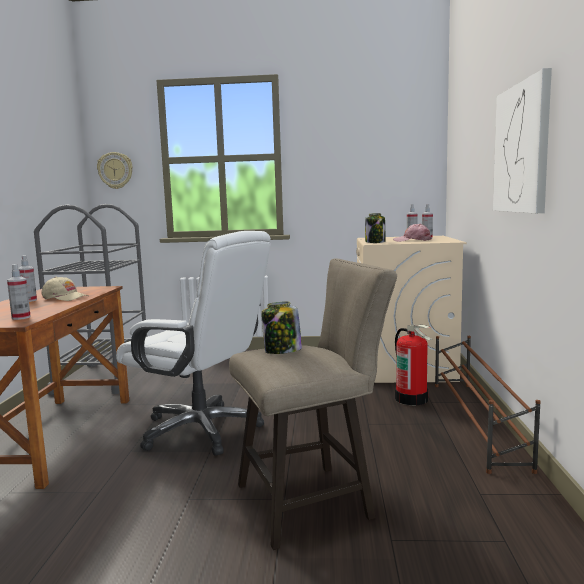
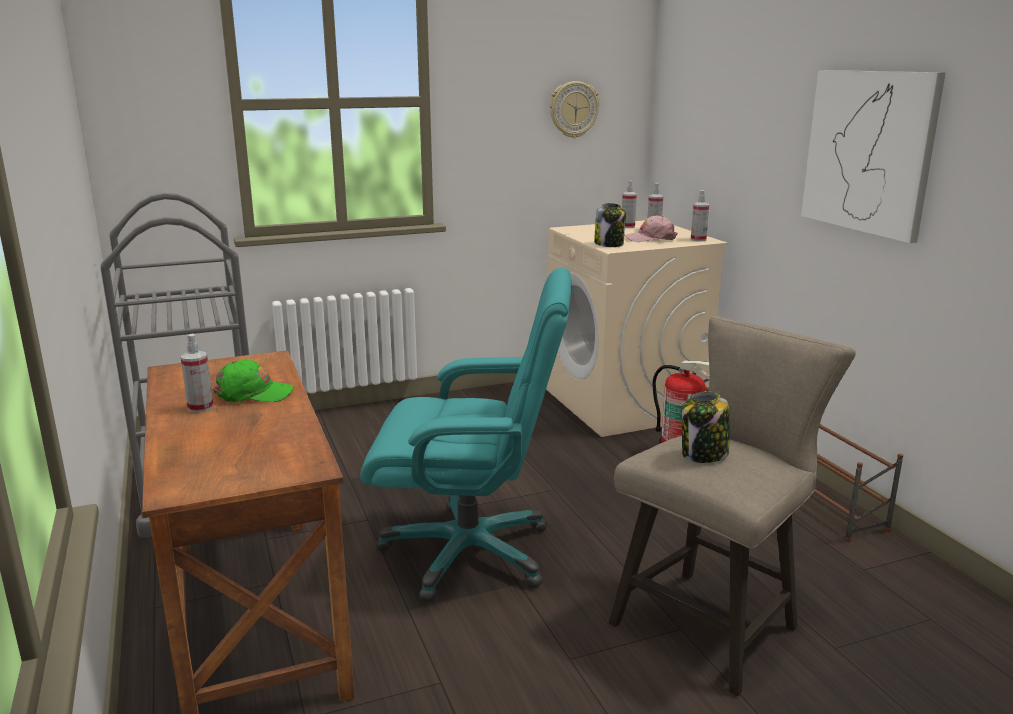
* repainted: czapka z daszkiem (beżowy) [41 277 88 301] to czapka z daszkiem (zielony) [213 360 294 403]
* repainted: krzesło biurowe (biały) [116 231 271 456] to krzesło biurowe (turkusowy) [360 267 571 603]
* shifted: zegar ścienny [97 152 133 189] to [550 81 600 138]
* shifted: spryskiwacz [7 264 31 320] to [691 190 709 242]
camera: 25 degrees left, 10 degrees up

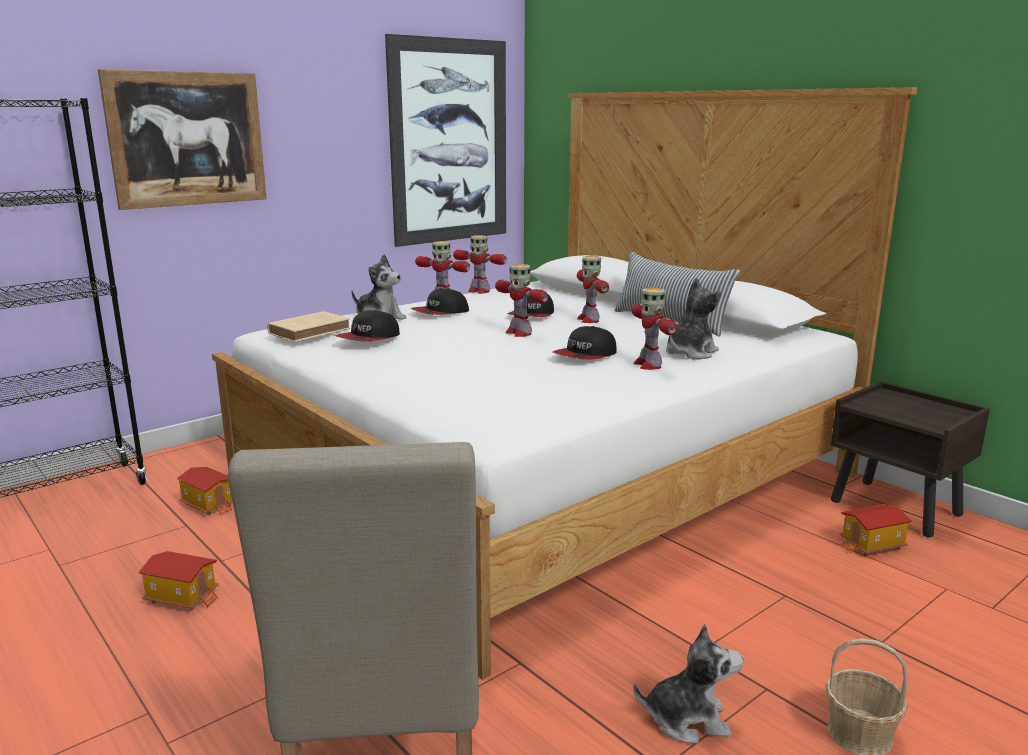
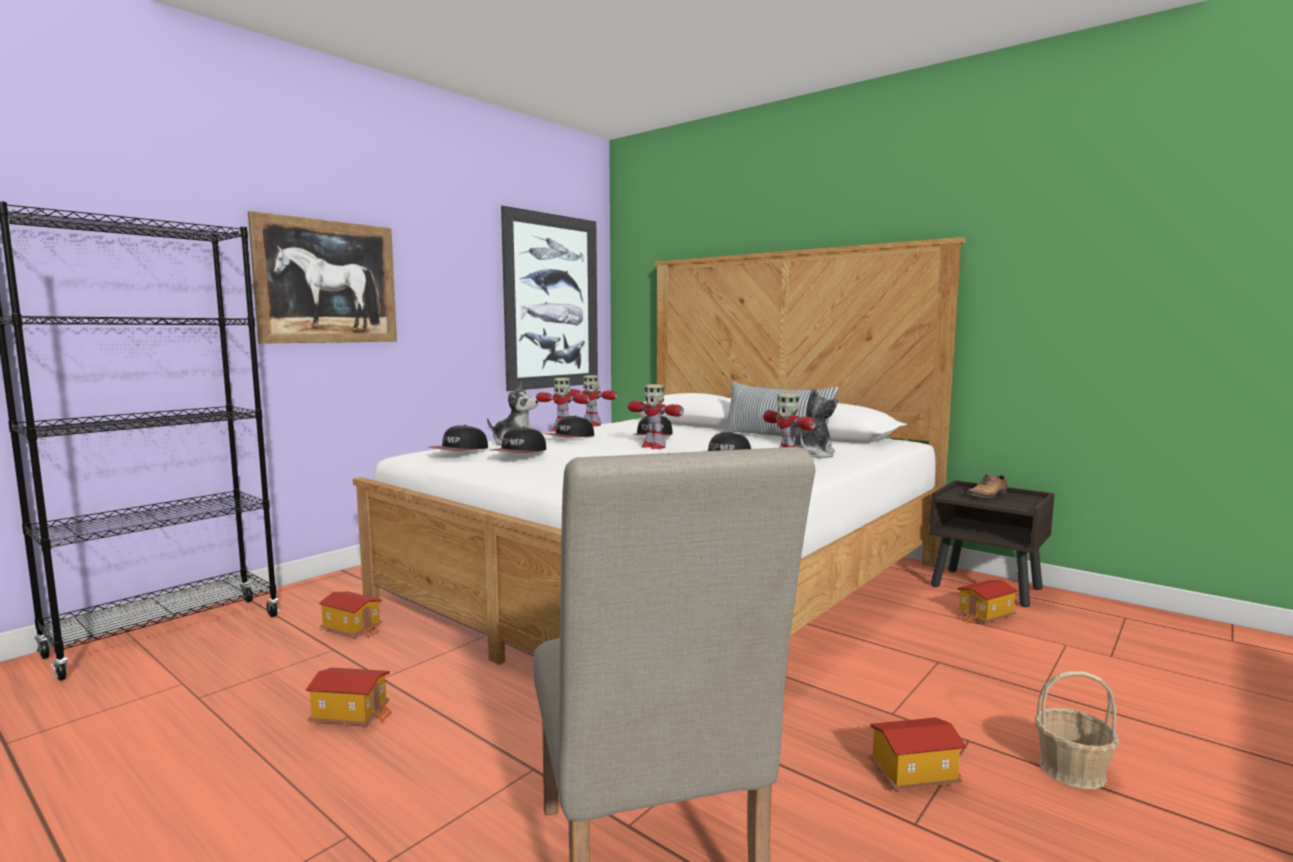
* swapped: książka (beżowy) [267 311 351 342] to czapka z daszkiem [429 425 488 451]
* swapped: pluszak [633 624 743 744] to domek [869 717 967 793]
* new: but [966 474 1007 498]
* gone: robot zabawkowy [577 256 609 323]
camera: 10 degrees left, 10 degrees down

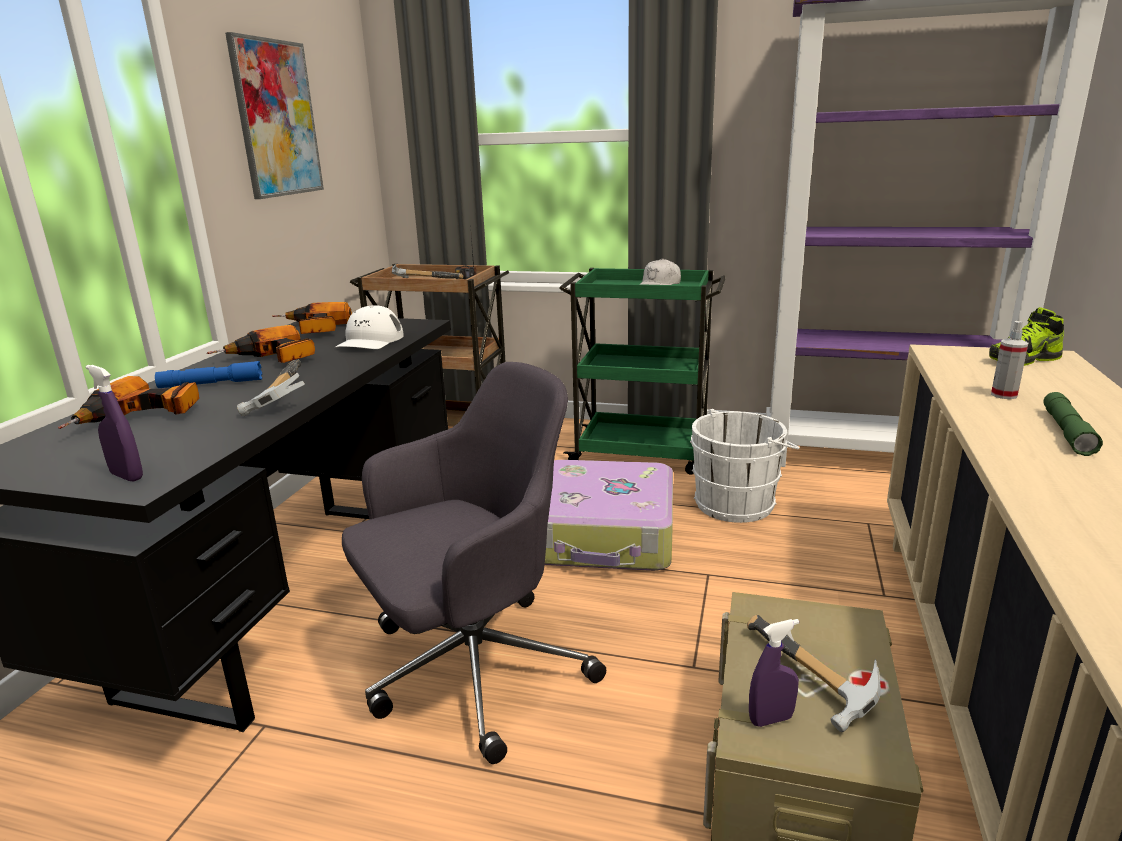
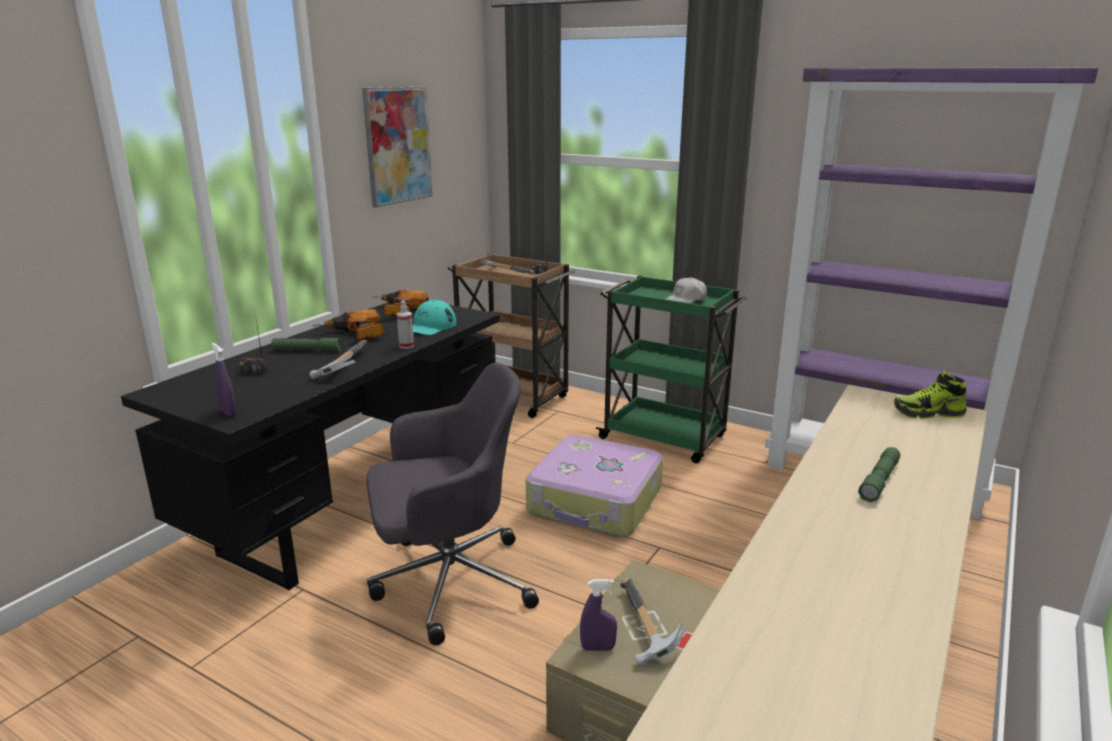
* swapped: wiertarka [58 376 199 429] to radio [238 314 267 374]
* repainted: latarka (niebieski) [155 361 262 388] to latarka (zielony) [271 338 342 351]
* shifted: spryskiwacz [991 321 1028 399] to [397 301 414 349]
* repainted: czapka z daszkiem (biały) [335 305 404 349] to czapka z daszkiem (turkusowy) [413 300 456 335]
* gone: wiadro (biały) [690 409 800 523]
camera: 15 degrees right, 0 degrees up

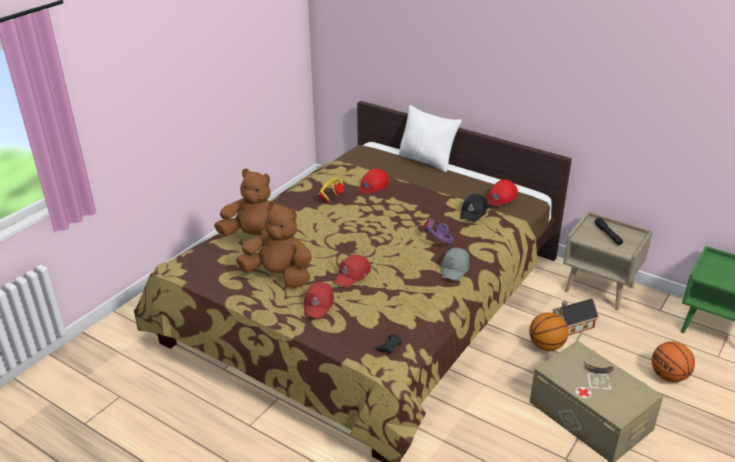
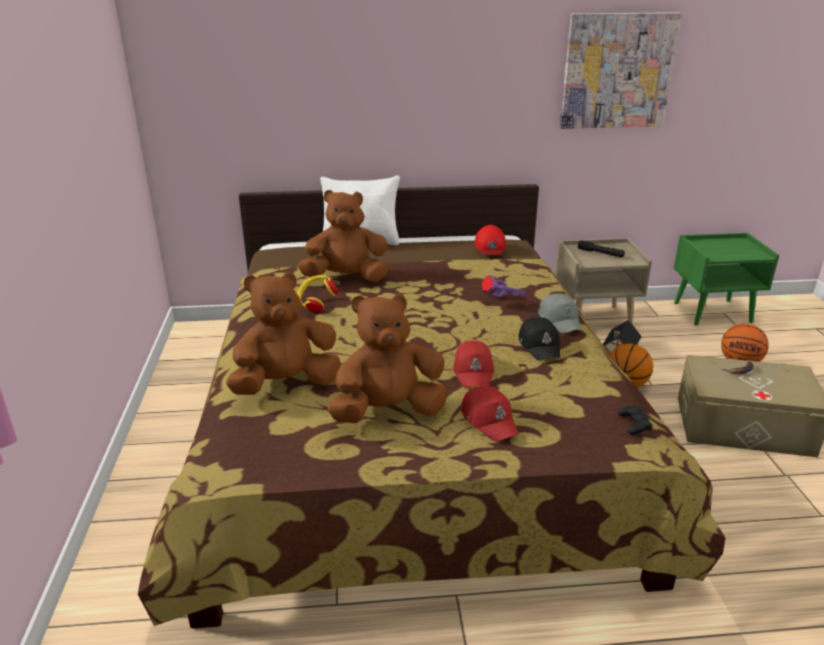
* swapped: czapka z daszkiem (czerwony) [357 168 389 194] to pluszak (brązowy) [298 190 389 282]
* shifted: czapka z daszkiem (czarny) [460 194 488 222] to [518 317 560 361]
* new: obraz [560 12 682 129]
camera: 40 degrees left, 5 degrees down

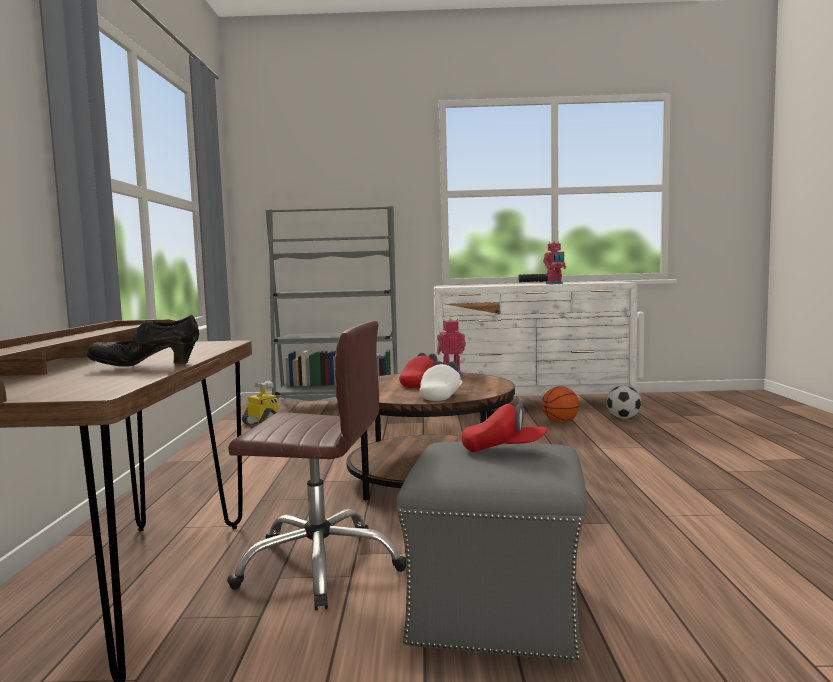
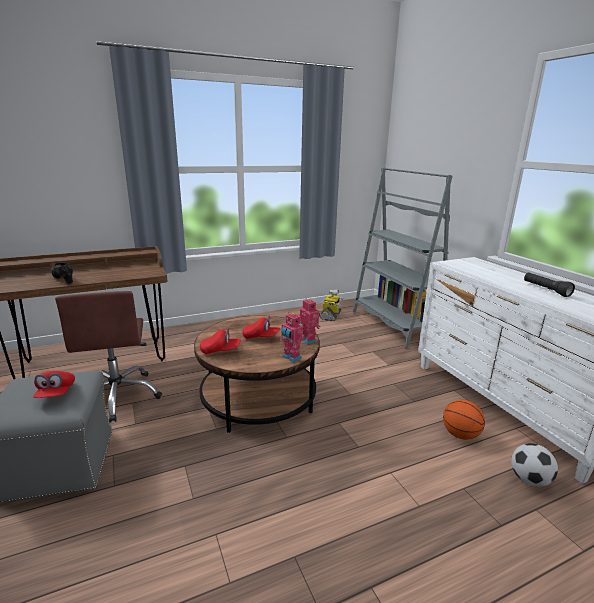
* repainted: czapka z daszkiem (biały) [419 361 462 401] to czapka z daszkiem (czerwony) [200 327 241 354]
* shifted: robot zabawkowy [543 241 566 284] to [279 312 304 362]
camera: 65 degrees right, 15 degrees up

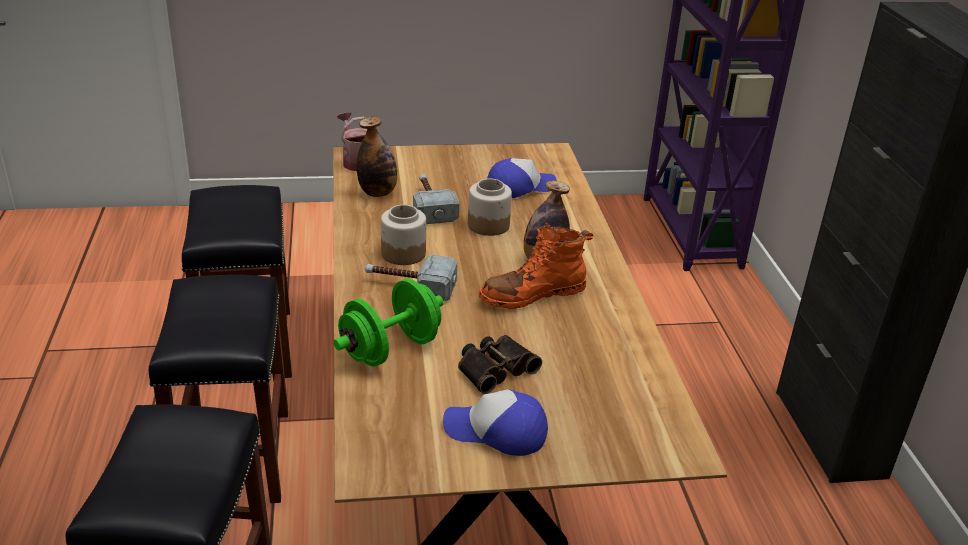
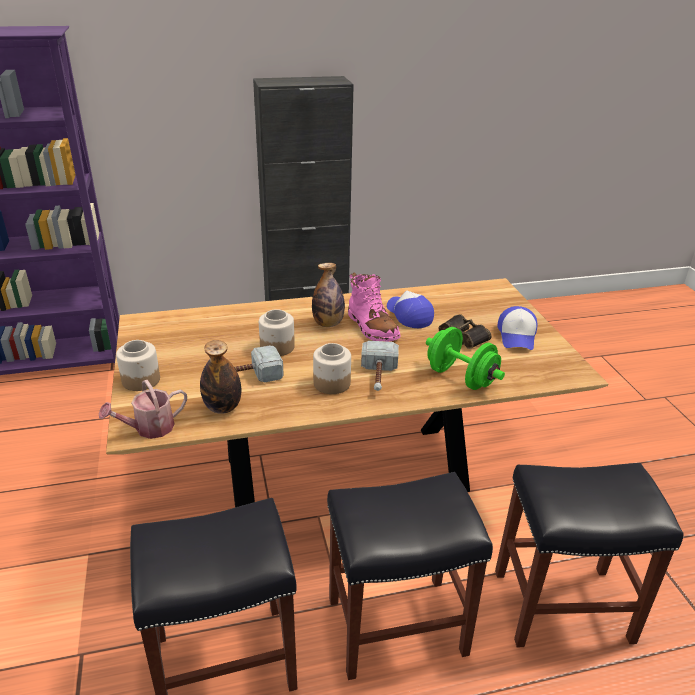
* new: słoik [116 340 160 391]
* repainted: but z cholewką (pomarańczowy) [479 222 593 309] to but z cholewką (różowy) [348 273 400 342]
* shifted: czapka z daszkiem [487 158 557 198] to [387 291 434 328]
camera: 95 degrees left, 0 degrees up

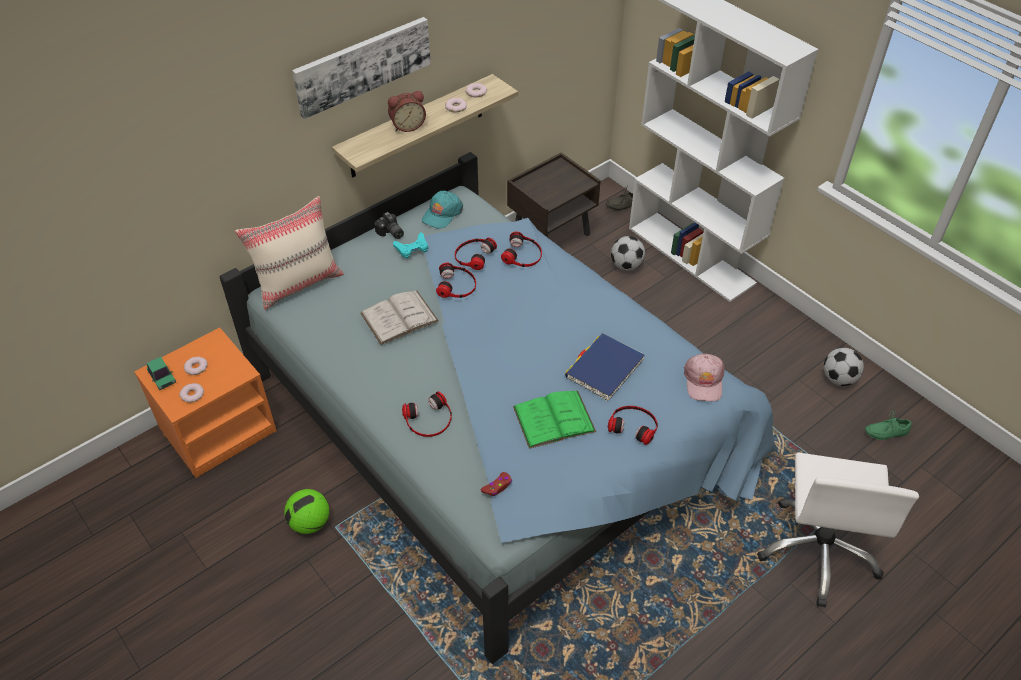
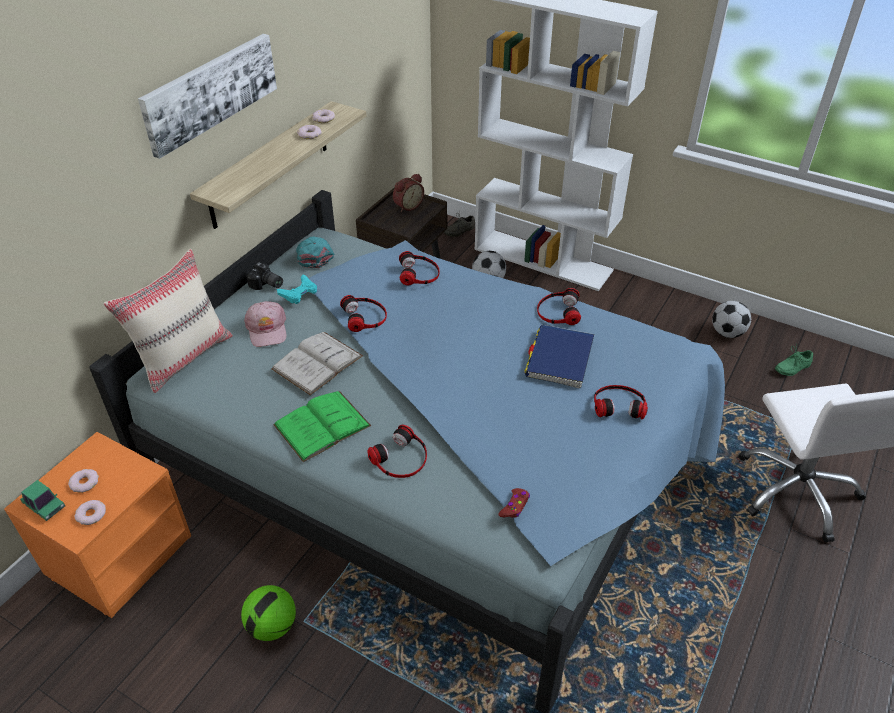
* shifted: czapka z daszkiem (różowy) [684 354 724 401] to [244 301 286 347]
* shifted: książka (zielony) [513 391 596 449] to [273 391 371 462]
* rotated: czapka z daszkiem (turkusowy) [422 191 463 229] = [296 236 334 268] 150 degrees clockwise
* shifted: budzik [388 91 426 132] to [393 174 424 212]
* shifted: słuchawki [455 238 497 270] to [537 288 581 325]
camera: 20 degrees left, 5 degrees down

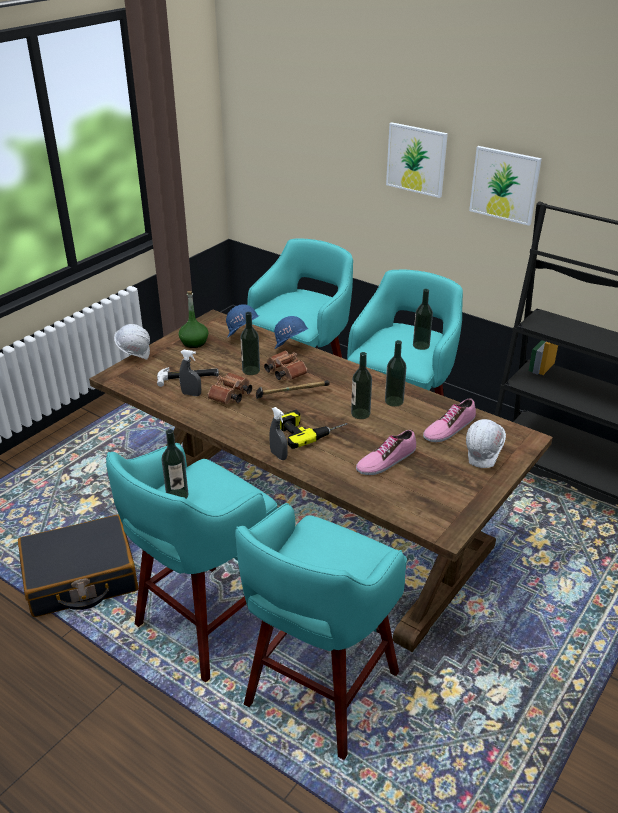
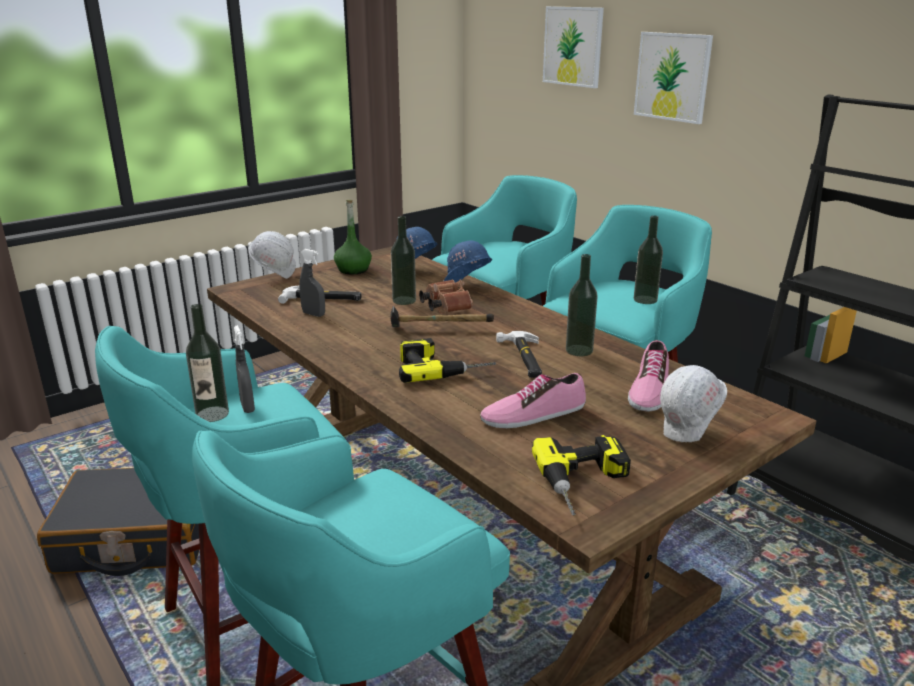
* shifted: spryskiwacz (szary) [270 407 288 460] to [234 325 255 413]
* swapped: butelka [351 352 372 419] to młotek [496 331 542 378]
* new: wiertarka [532 435 631 516]
* shifted: obraz [469 146 542 226] to [543 6 604 88]
* rotated: but [423 398 476 442] = [628 340 669 412] 45 degrees counterclockwise
* gone: lornetka (brązowy) [207 372 252 404]
camera: 15 degrees right, 10 degrees down

